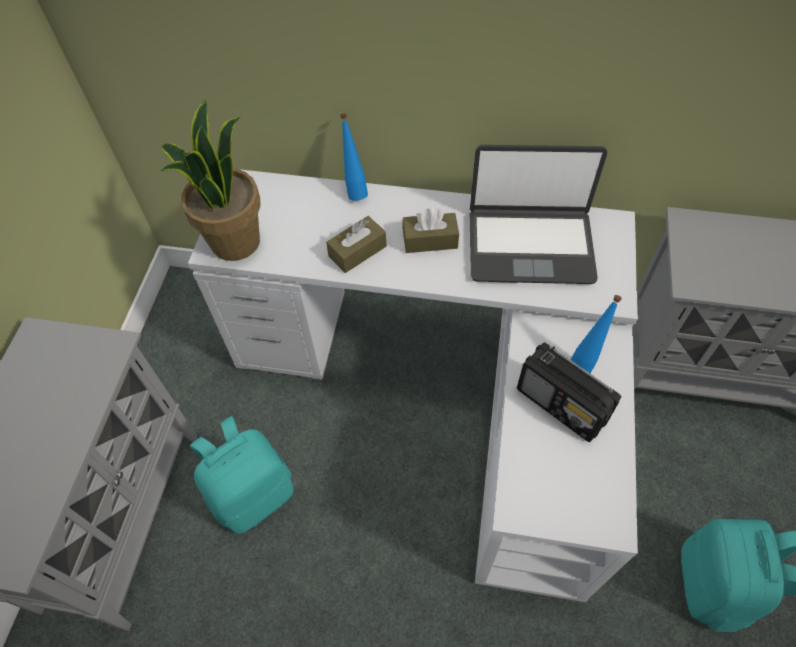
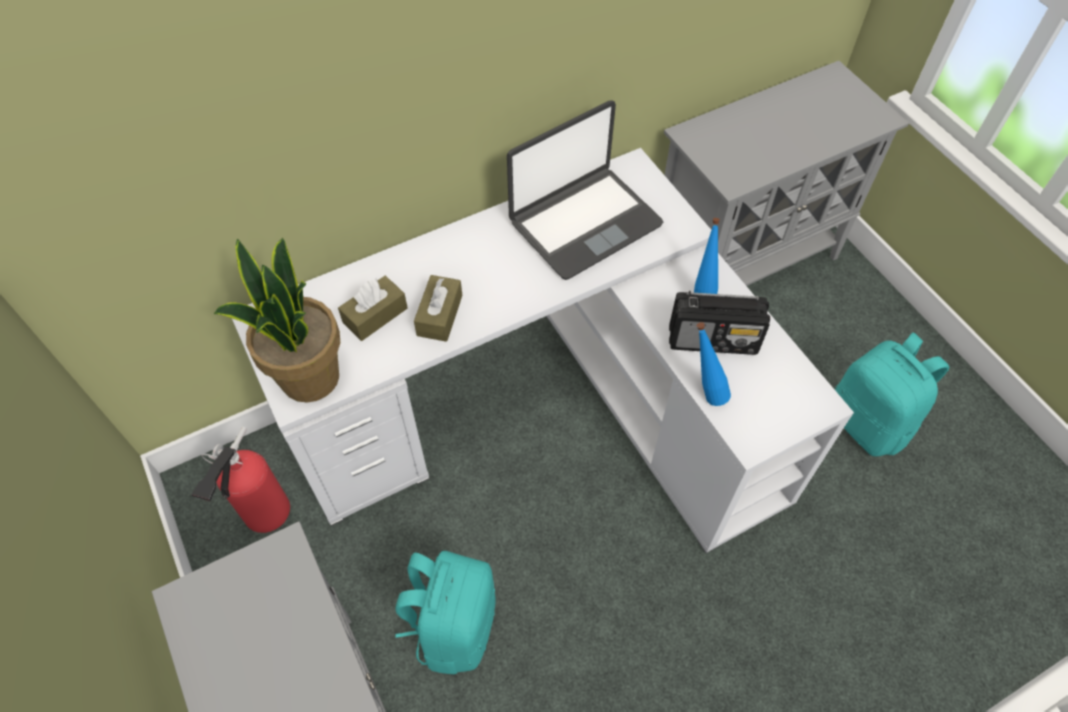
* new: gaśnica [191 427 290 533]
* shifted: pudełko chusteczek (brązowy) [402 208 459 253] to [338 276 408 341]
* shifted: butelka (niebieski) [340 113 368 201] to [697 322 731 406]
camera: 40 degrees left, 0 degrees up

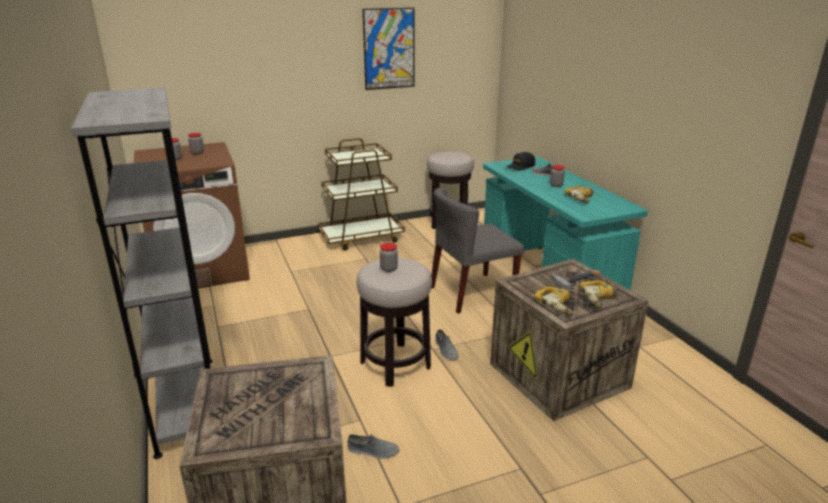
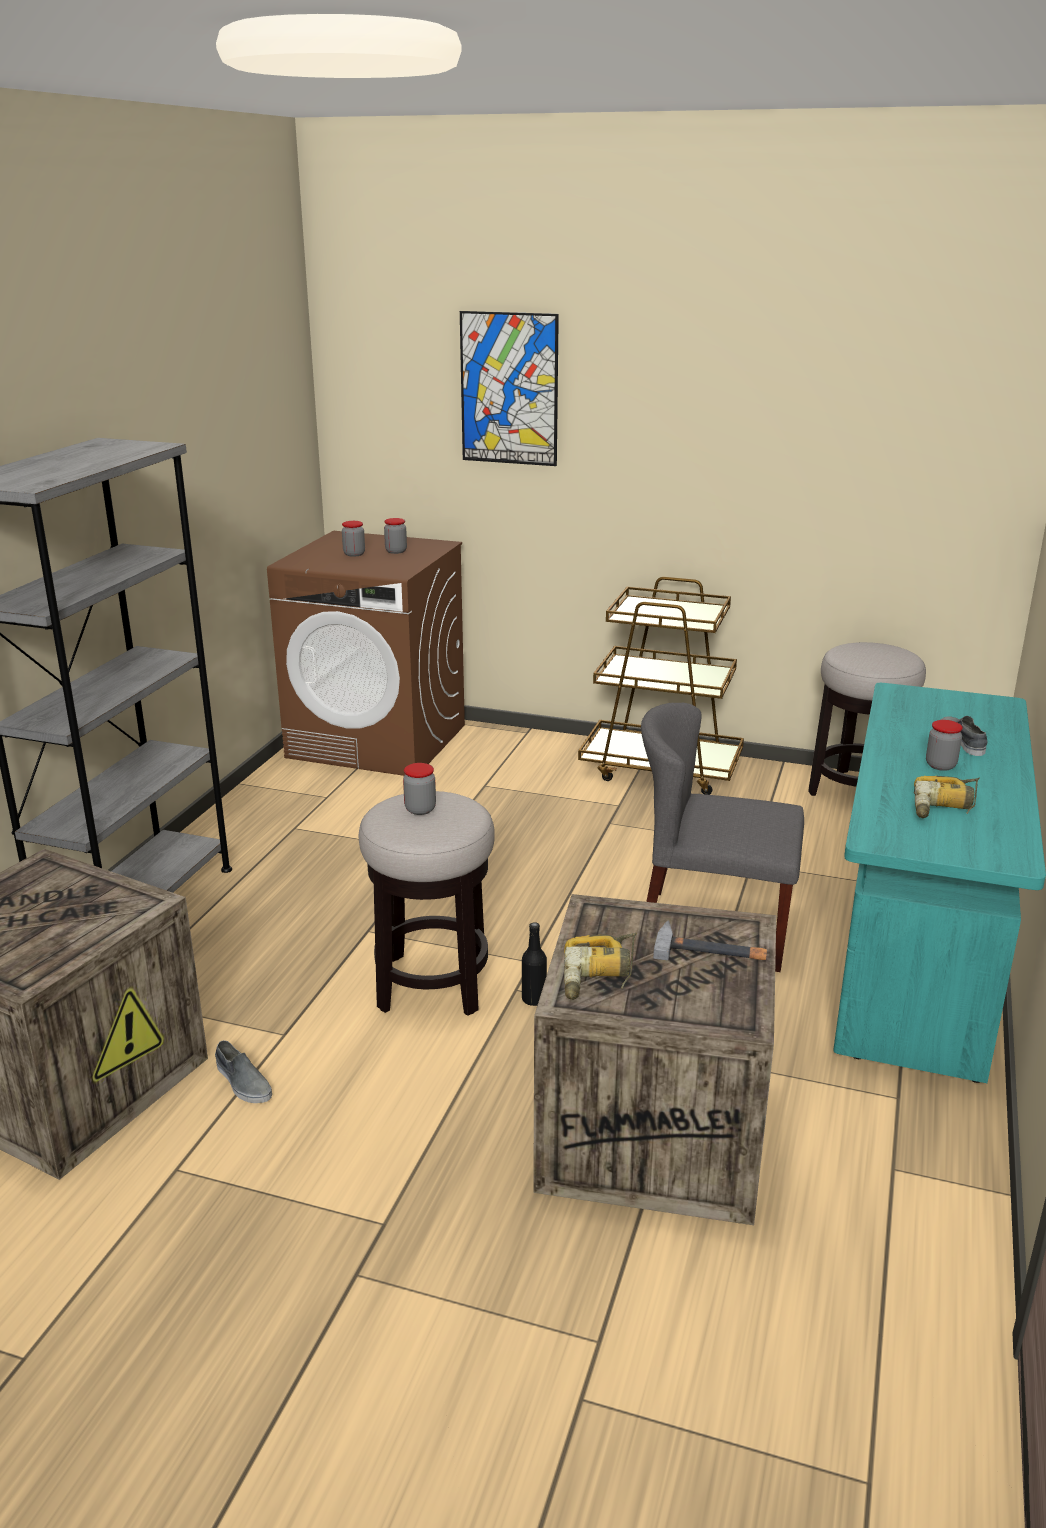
* shifted: obraz [363 8 414 90] to [460 311 559 466]
* swapped: but (szary) [436 329 458 360] to butelka (czarny) [522 922 547 1006]
* gone: czapka z daszkiem (czarny) [507 152 535 171]
* gone: wiertarka [580 278 621 309]
camera: 40 degrees right, 0 degrees up

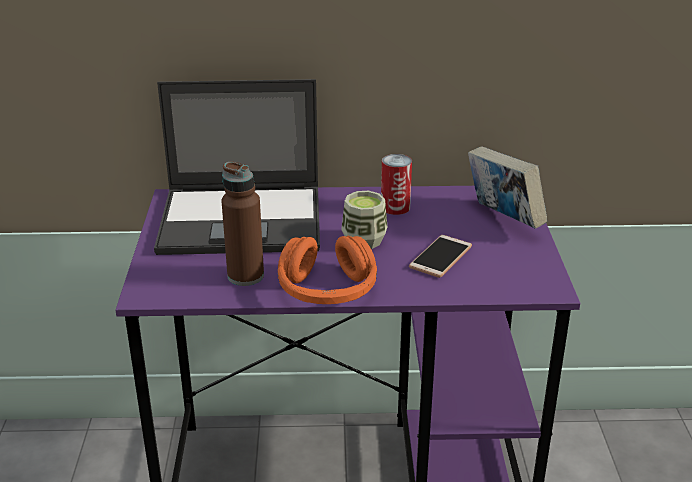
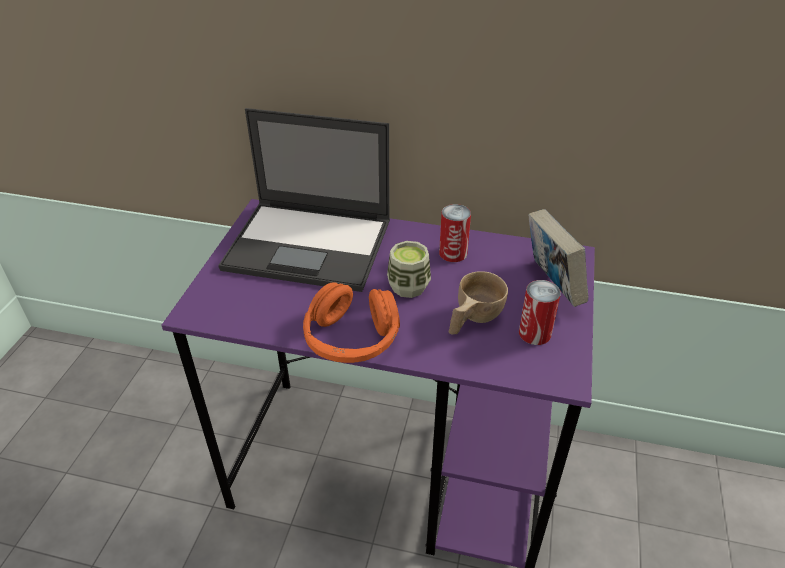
* swapped: telefon [409 235 472 278] to filiżanka (beżowy) [449 271 508 335]
* new: puszka [519 280 561 345]
* gone: butelka (brązowy) [222 161 264 286]
camera: 15 degrees right, 10 degrees up

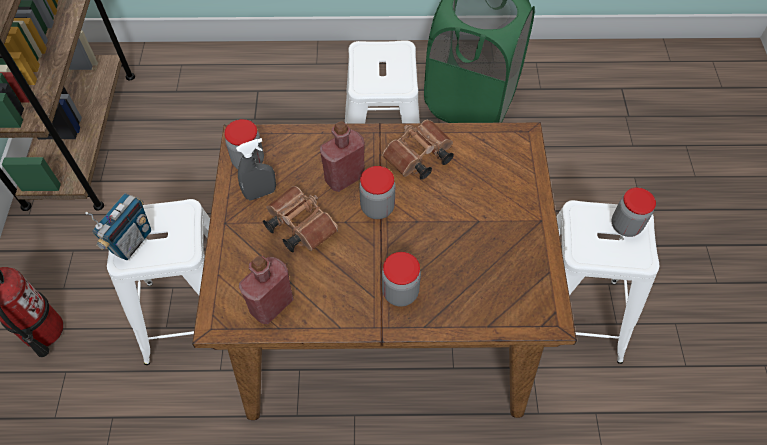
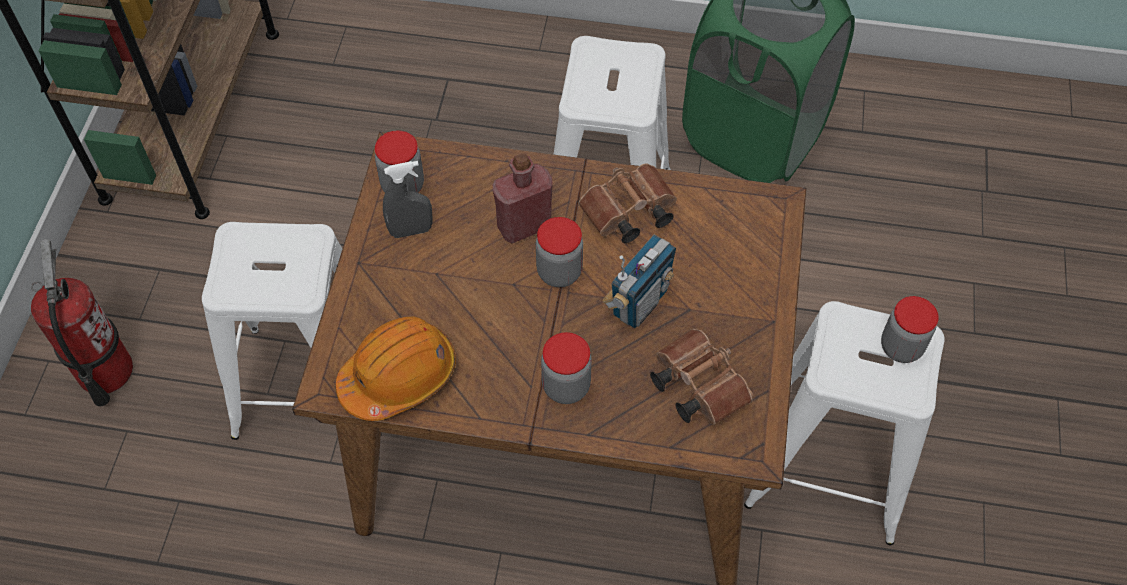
* swapped: butelka (czerwony) [239 256 294 324] to kask (pomarańczowy) [336 317 456 421]
* shifted: radio [86 193 151 260] to [602 234 676 328]
* shifted: lornetka (brązowy) [263 186 338 252] to [650 329 753 425]
camera: 10 degrees right, 0 degrees up

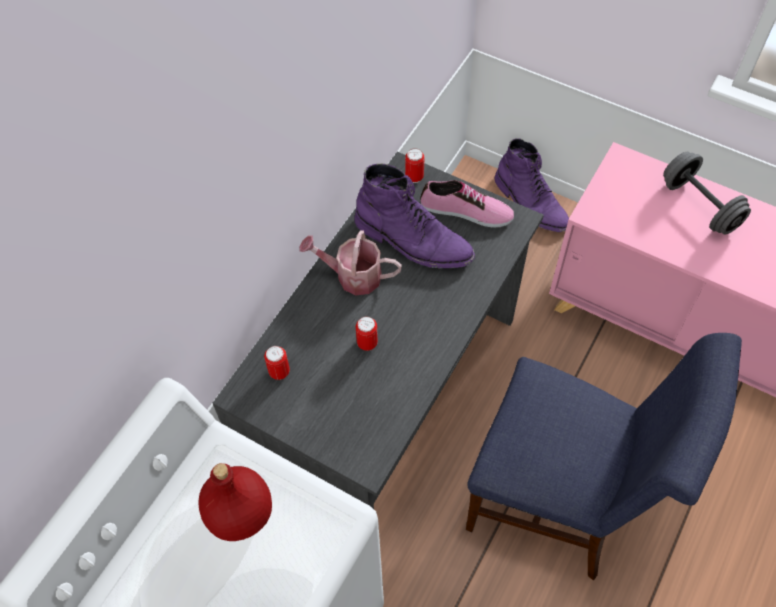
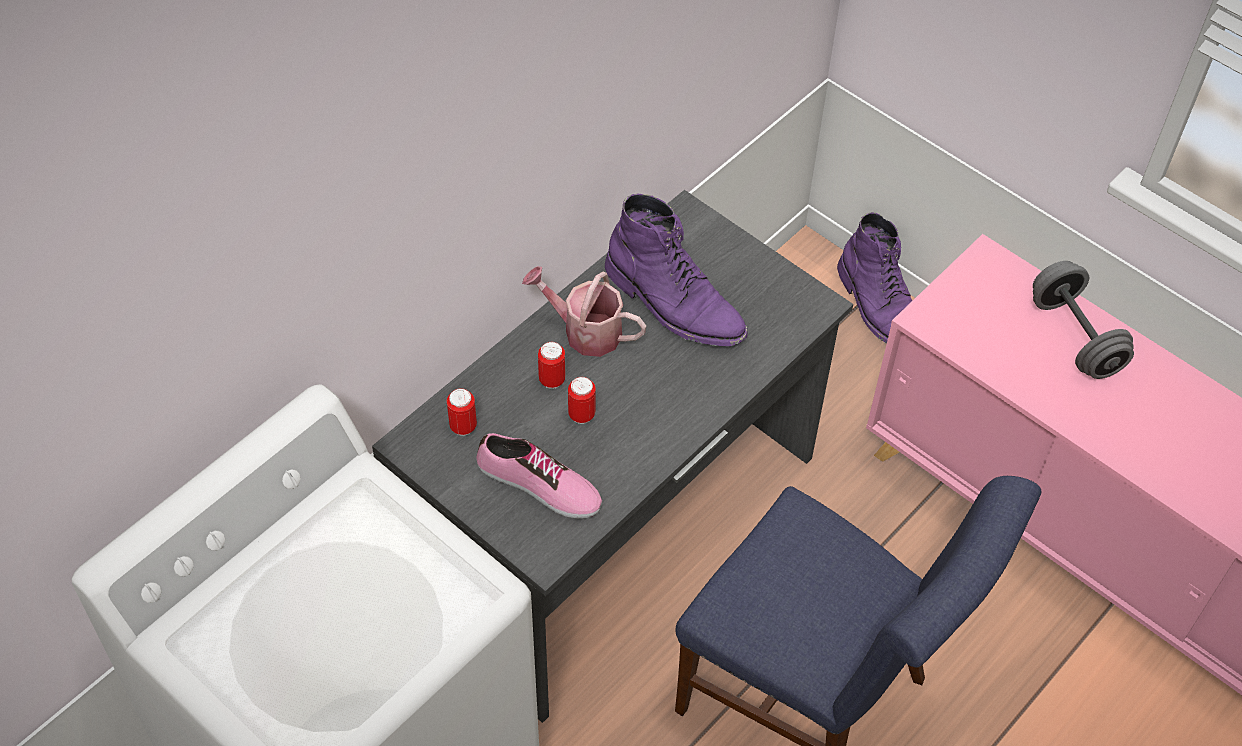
* shifted: but [420 180 514 228] to [476 433 602 519]
* shifted: puszka [405 148 424 183] to [538 342 565 389]
* gone: butelka (czerwony) [198 463 272 541]
camera: 10 degrees right, 5 degrees down

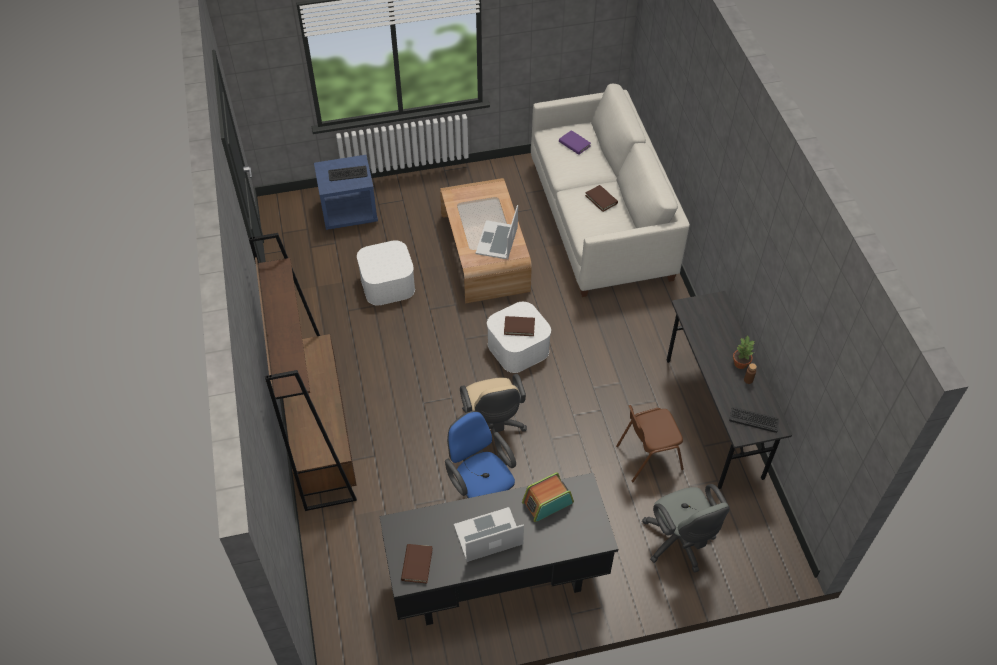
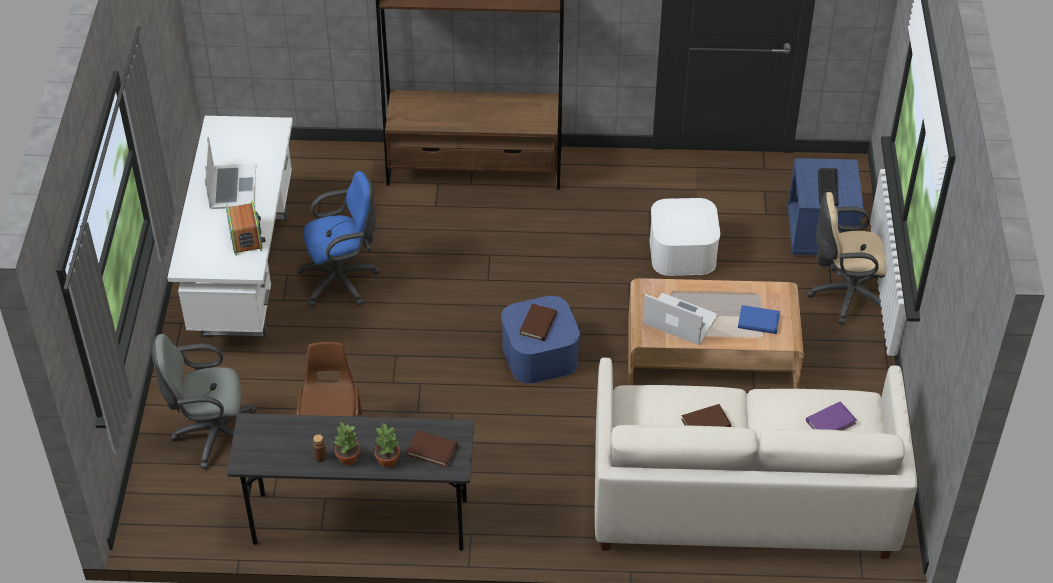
* repainted: biurko (czarny) [379 473 618 625] to biurko (biały) [167 116 293 338]
* new: roślina doniczkowa [375 422 400 467]
* shifted: książka (brązowy) [401 544 433 583] to [406 430 458 467]
* repainted: pojemnik do przechowywania (biały) [487 302 551 373] to pojemnik do przechowywania (niebieski) [501 296 580 384]
* new: książka (niebieski) [738 305 780 334]
* shifted: krzesło biurowe (beżowy) [460 374 527 457] to [807 192 886 325]
* gone: klawiatura [729 407 779 433]
camera: 105 degrees right, 5 degrees down

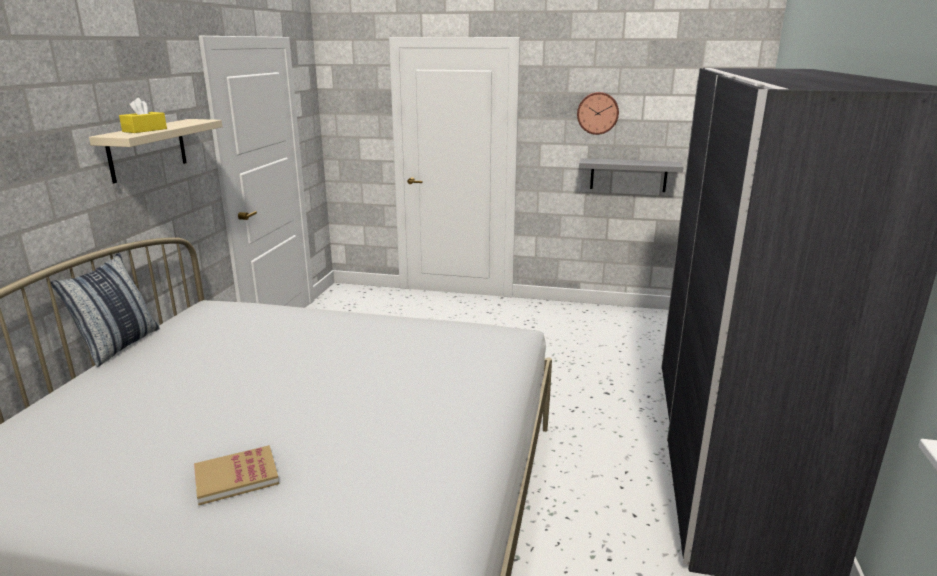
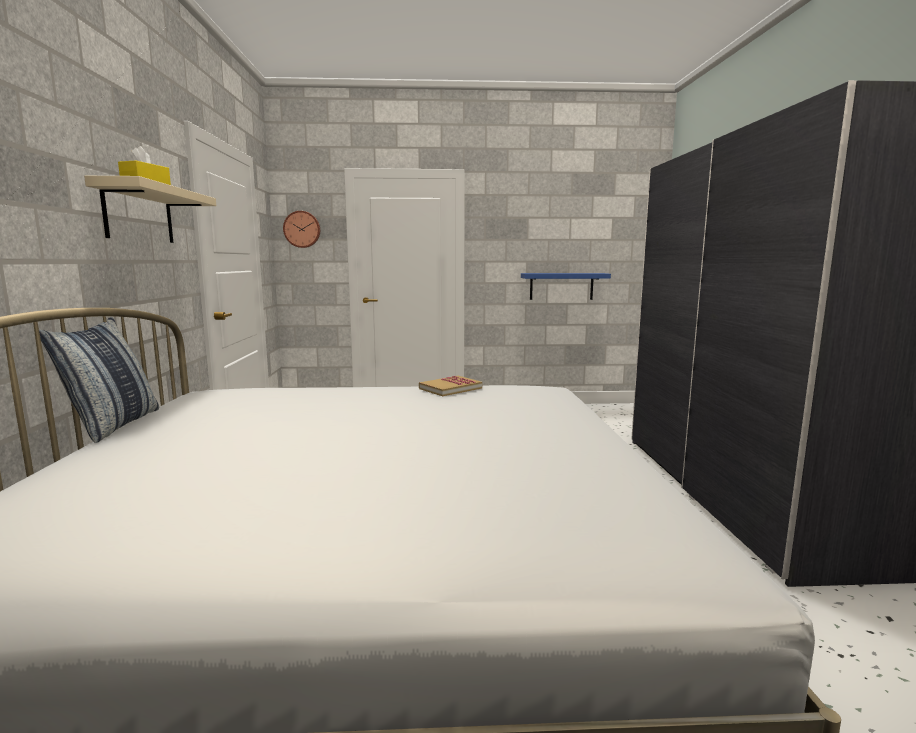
* shifted: zegar ścienny [577 92 619 135] to [283 211 320 248]
* shifted: książka [194 445 279 505] to [419 376 482 396]
* repainted: półka (szary) [579 158 683 192] to półka (niebieski) [521 273 611 300]
camera: 15 degrees left, 10 degrees down

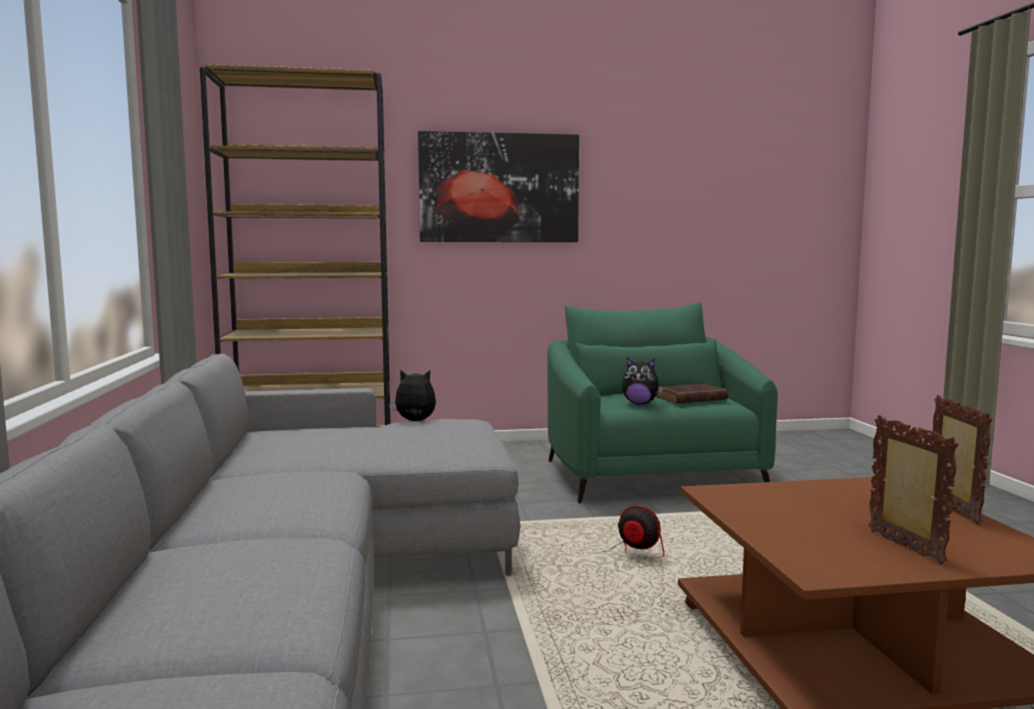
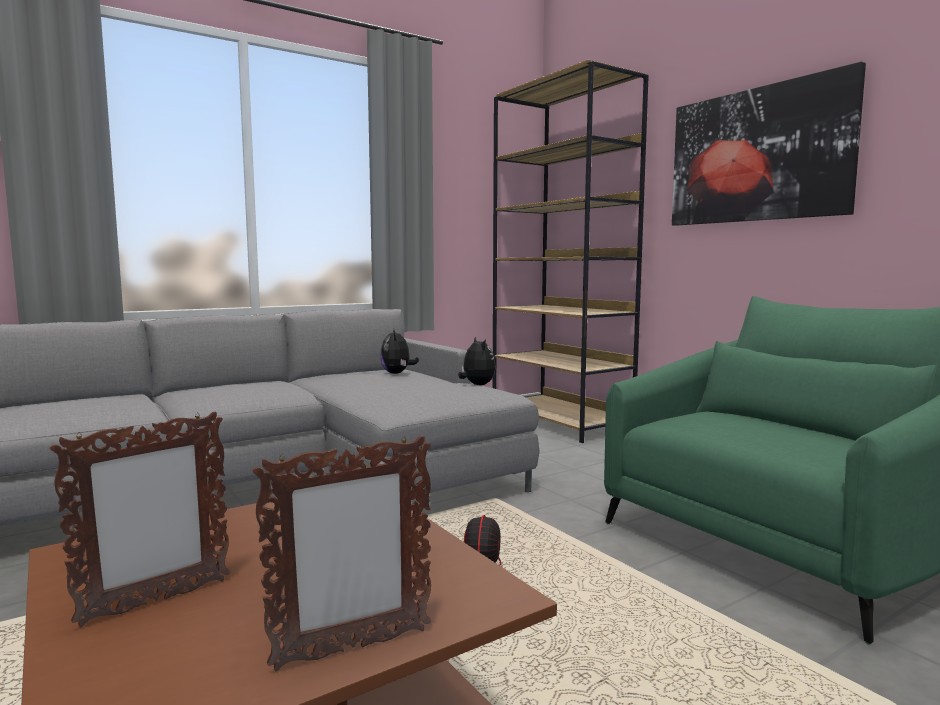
* shifted: pluszak [622 358 663 404] to [380 328 419 374]
* gone: książka (brązowy) [655 383 728 404]
camera: 65 degrees right, 0 degrees up

